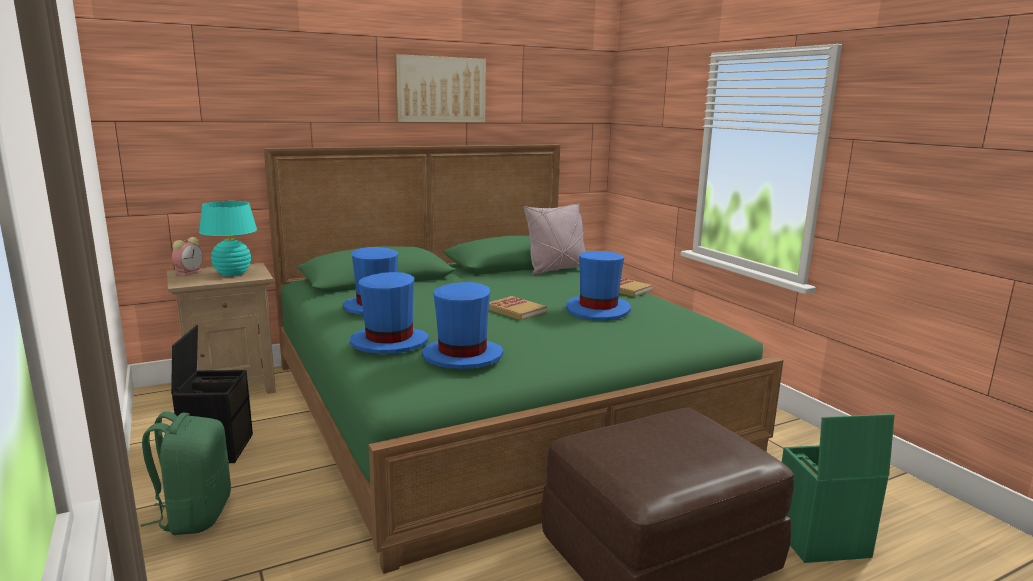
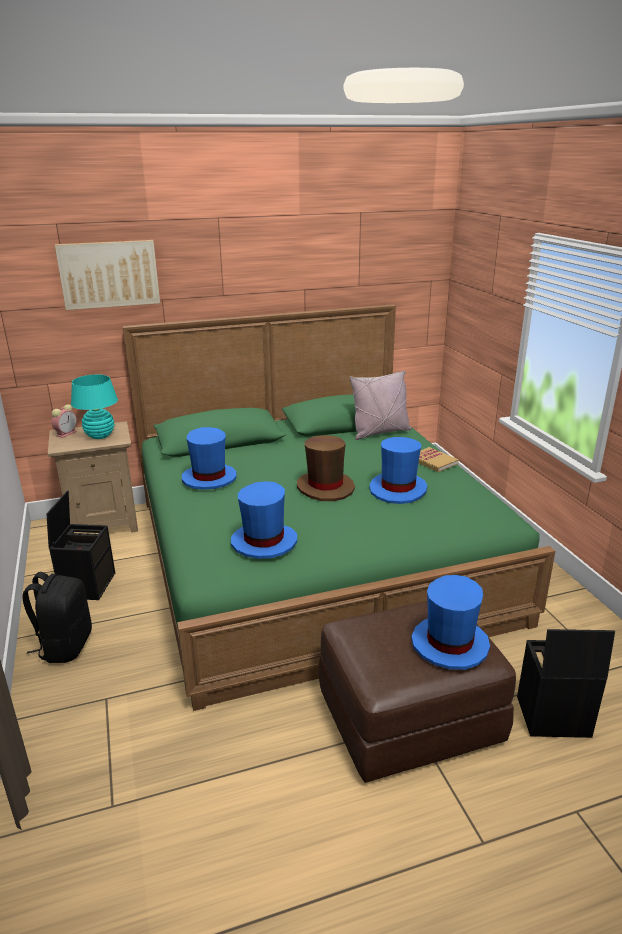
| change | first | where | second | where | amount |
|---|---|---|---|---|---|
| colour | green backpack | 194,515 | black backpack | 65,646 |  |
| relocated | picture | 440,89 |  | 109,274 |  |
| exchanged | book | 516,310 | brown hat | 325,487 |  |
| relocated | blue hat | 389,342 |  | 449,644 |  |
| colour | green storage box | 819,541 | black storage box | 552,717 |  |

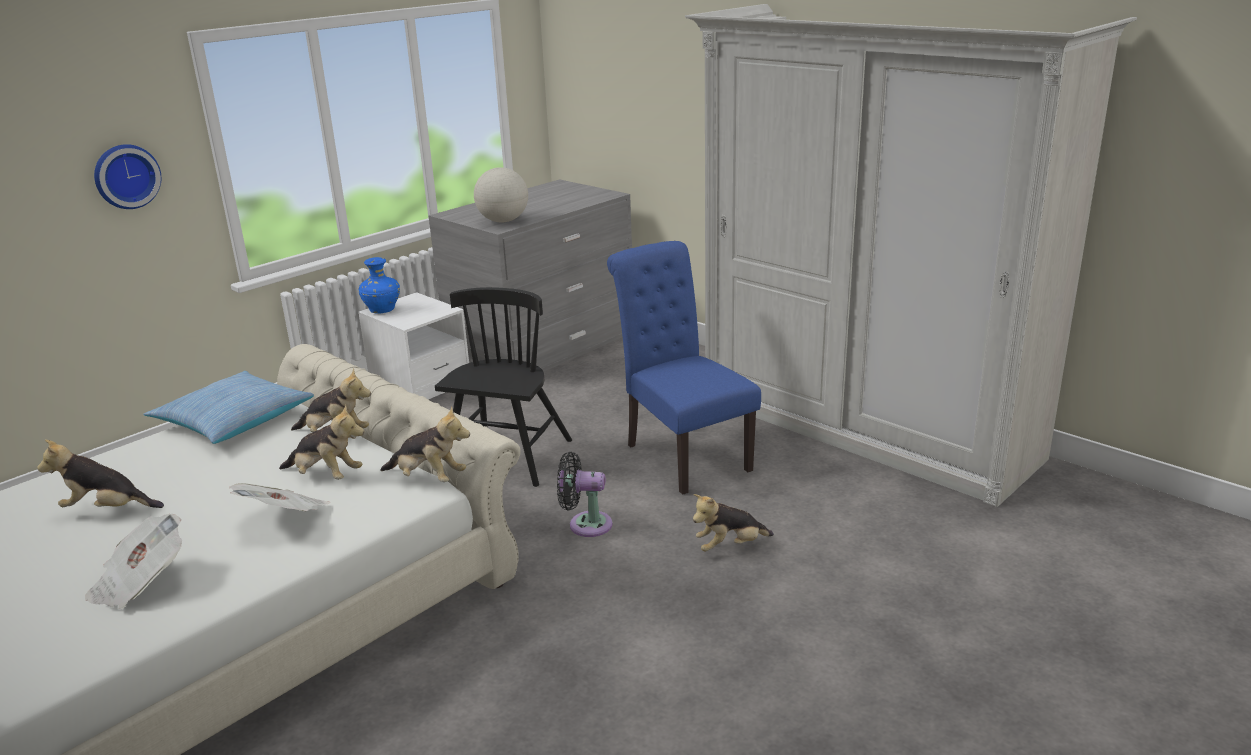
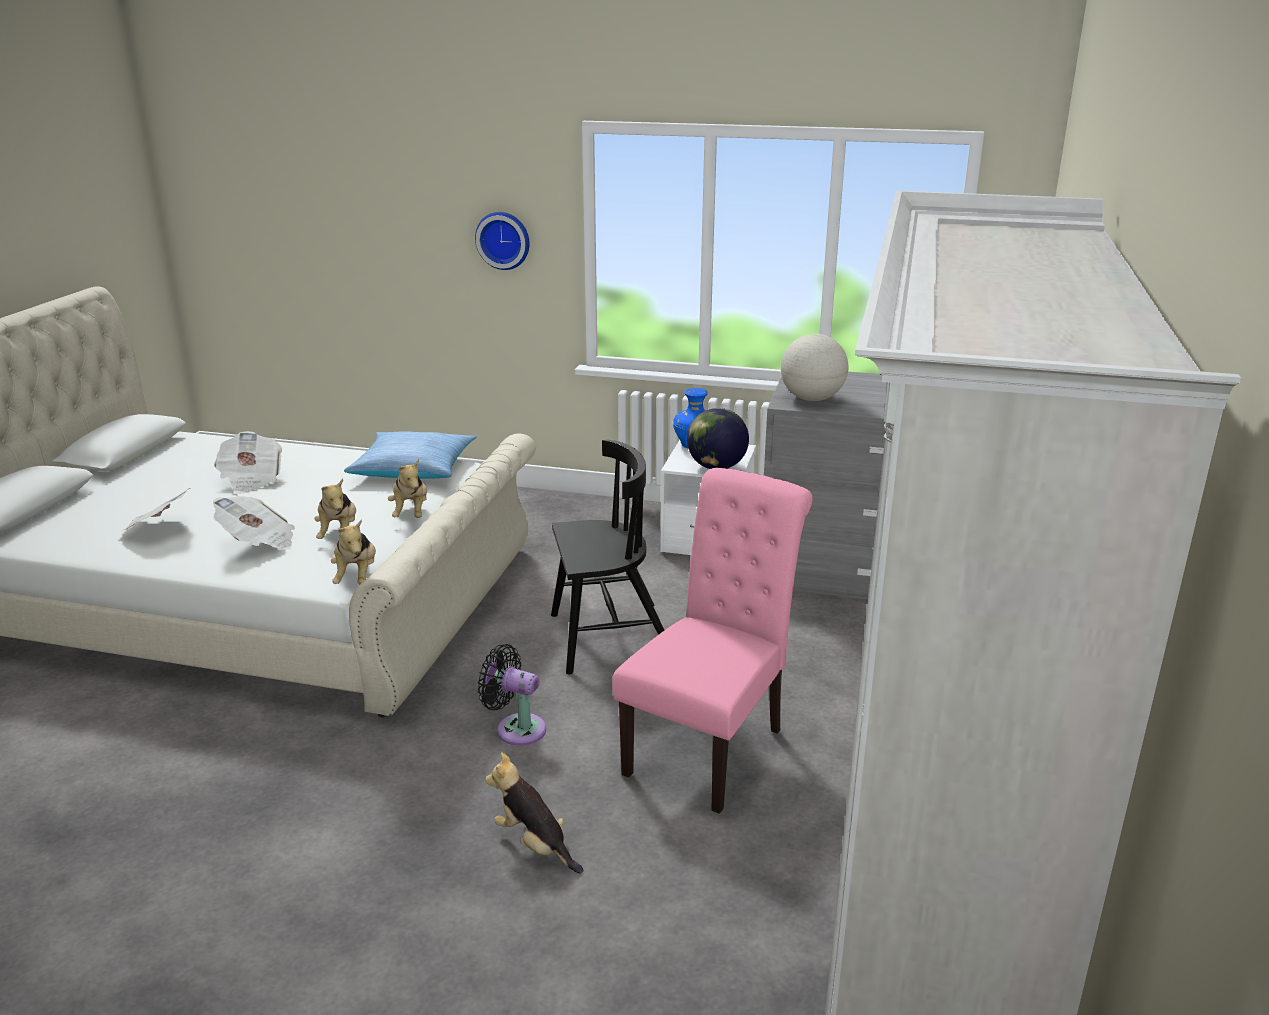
| change | first | where | second | where | amount |
|---|---|---|---|---|---|
| exchanged | plush toy | 107,509 | newspaper | 251,479 |  |
| spun | black fan | 585,524 |  | 516,728 | 45 degrees counterclockwise |
| colour | blue chair | 682,454 | pink chair | 711,746 |  |
| appeared |  |  | globe | 716,467 |  |

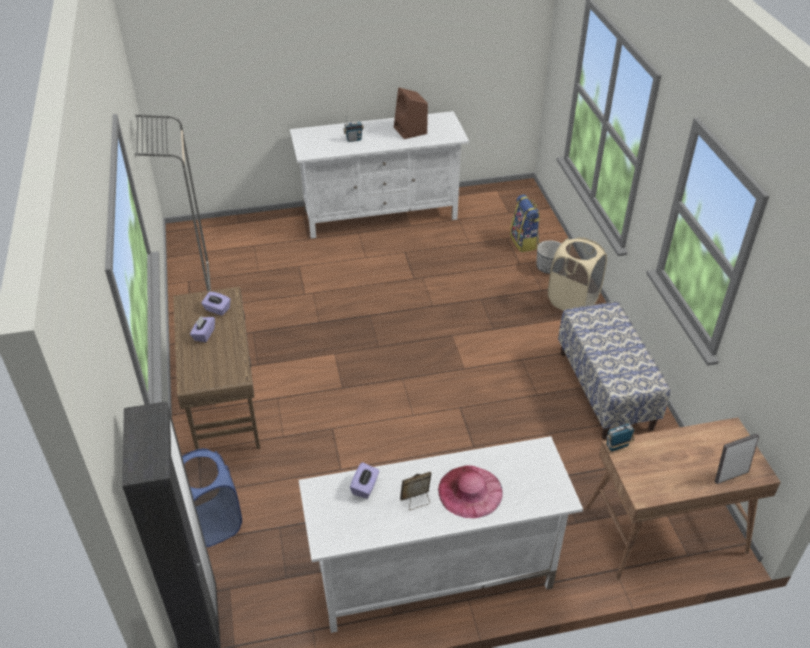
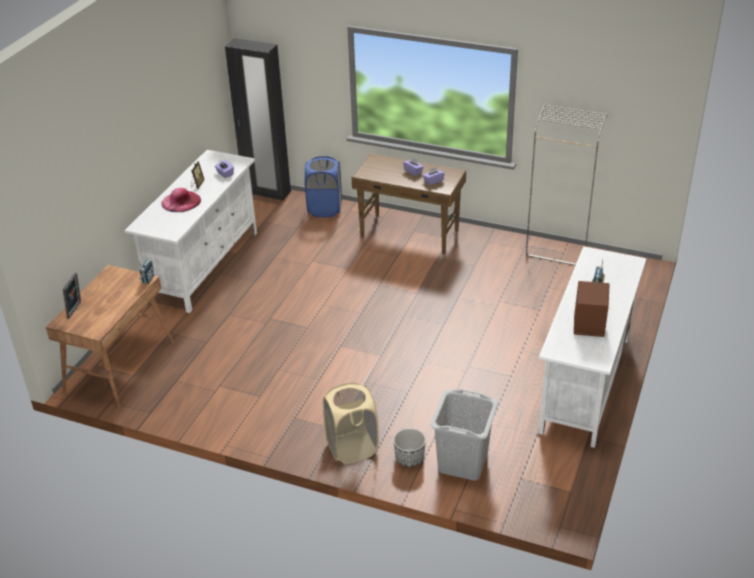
| change | first | where | second | where | amount |
|---|---|---|---|---|---|
| exchanged | backpack | 524,242 | grey laundry basket | 462,463 |  |
| missing | bench | 605,390 |  |  |  |

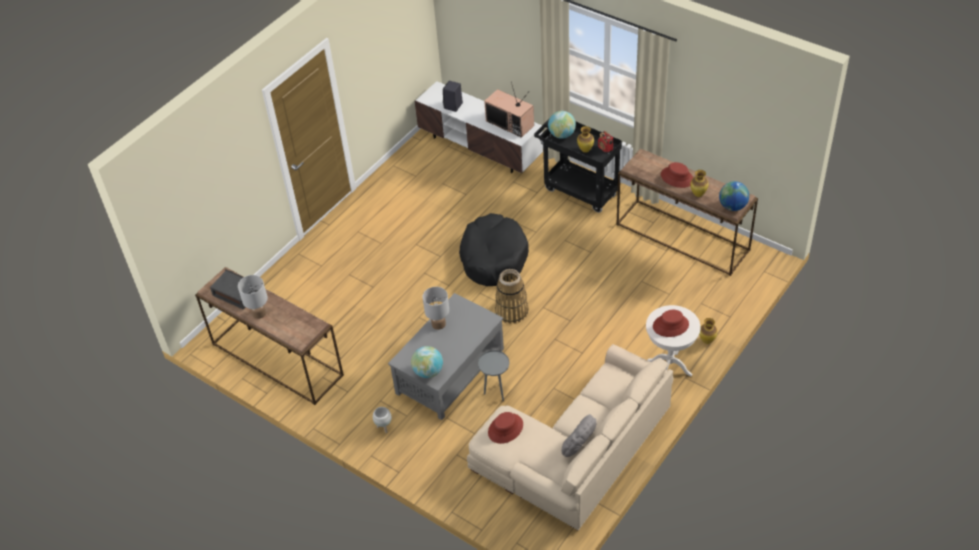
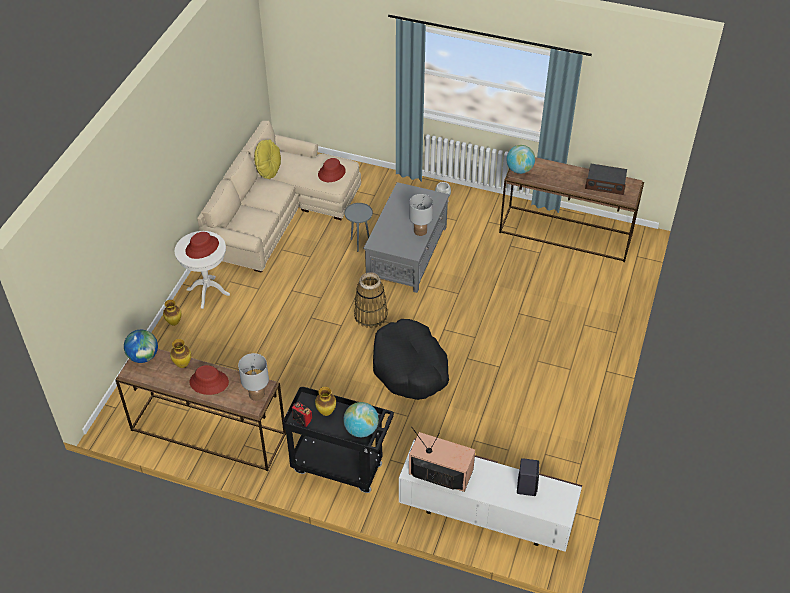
| change | first | where | second | where | amount |
|---|---|---|---|---|---|
| relocated | grey table lamp | 259,313 |  | 256,394 |  |
| colour | grey pillow | 579,448 | yellow pillow | 269,172 |  |
| relocated | globe | 428,371 |  | 519,170 |  |

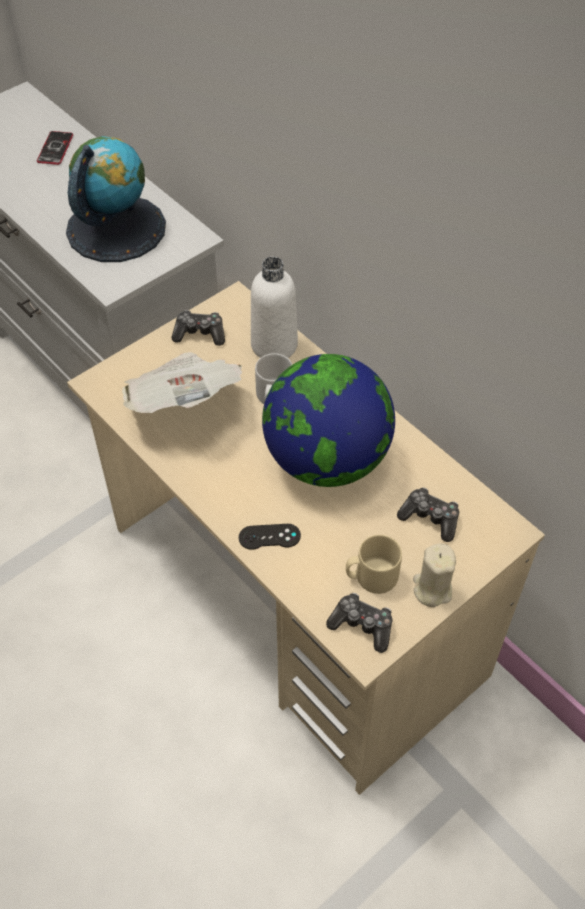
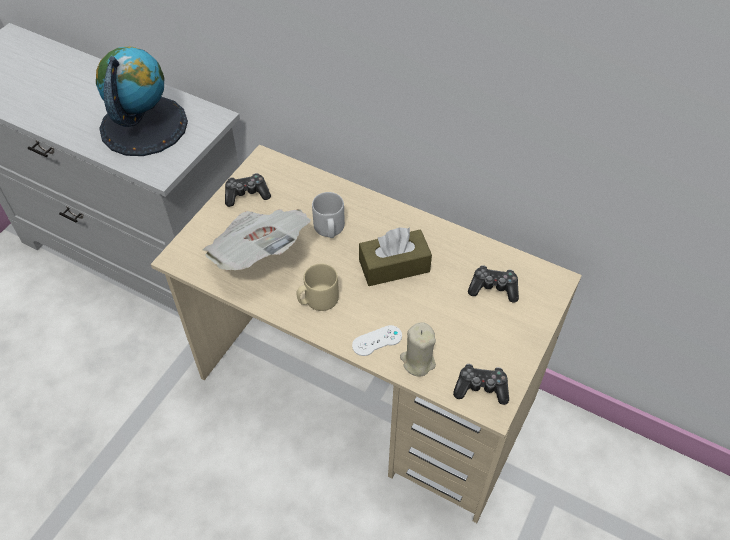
| change | first | where | second | where | amount |
|---|---|---|---|---|---|
| relocated | beige mug | 371,577 |  | 317,300 |  |
| colour | black game controller | 269,537 | white game controller | 377,340 |  |
| exchanged | globe | 326,460 | brown tissue box | 394,266 |  |
| relocated | beige candle | 432,589 |  | 417,361 |  |
| missing | phone | 55,149 |  |  |  |
| missing | white bottle | 274,345 |  |  |  |

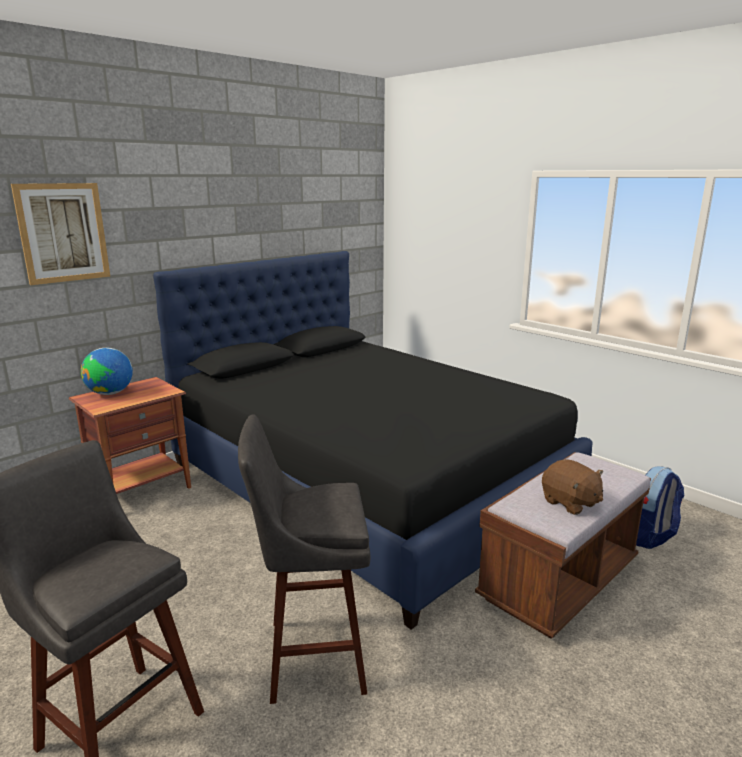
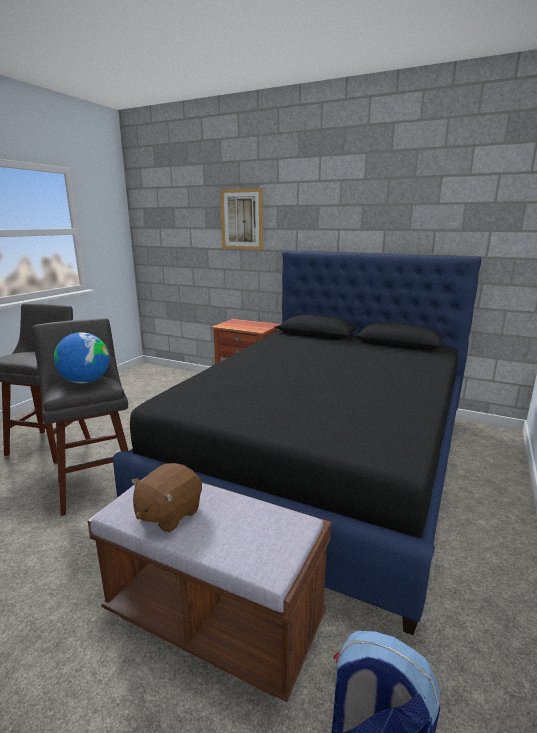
| change | first | where | second | where | amount |
|---|---|---|---|---|---|
| relocated | globe | 110,393 |  | 85,381 |  |

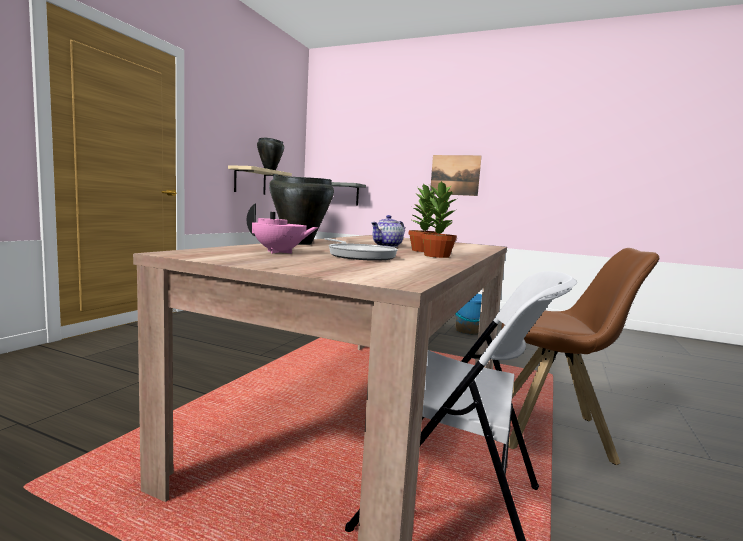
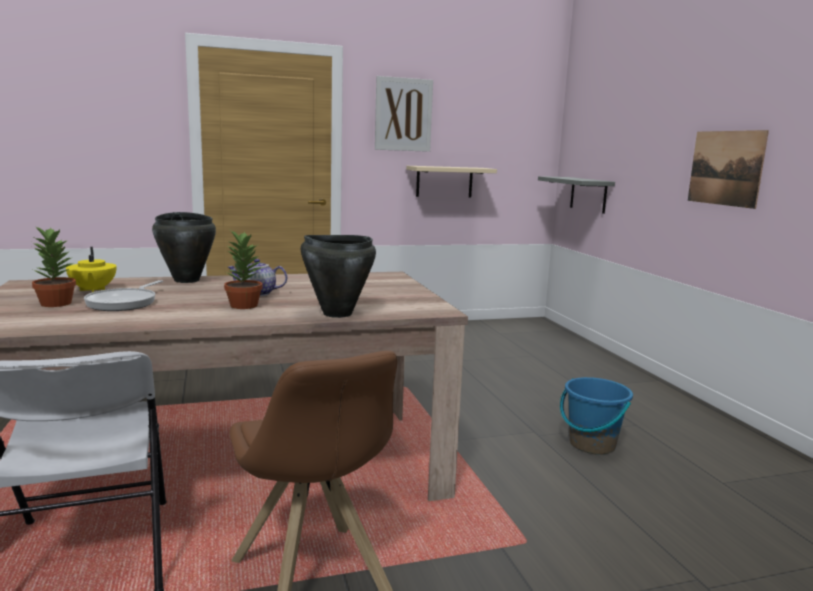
| change | first | where | second | where | amount |
|---|---|---|---|---|---|
| relocated | potted plant | 436,256 |  | 55,303 |  |
| colour | pink teapot | 279,252 | yellow teapot | 92,290 |  |
| relocated | black cooking pot | 269,170 |  | 336,313 |  |
| appeared |  |  | picture | 403,114 |  |

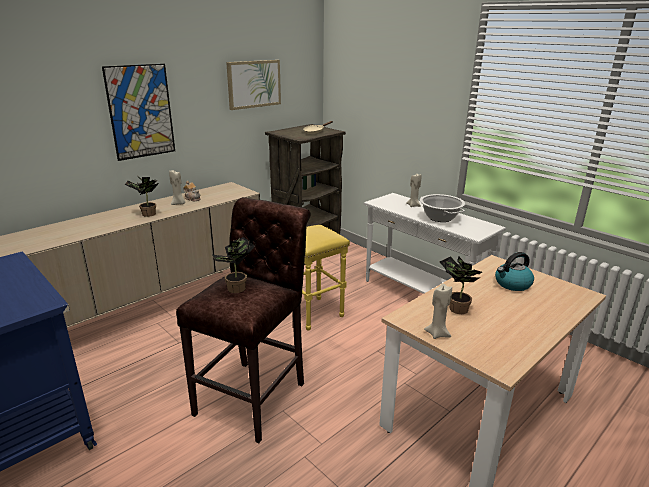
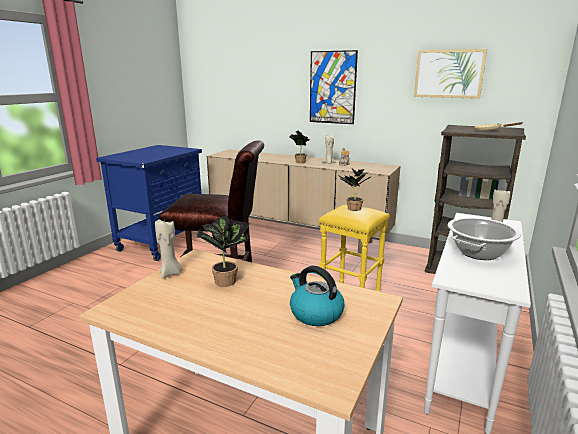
| change | first | where | second | where | amount |
|---|---|---|---|---|---|
| relocated | potted plant | 236,290 |  | 352,209 |  |

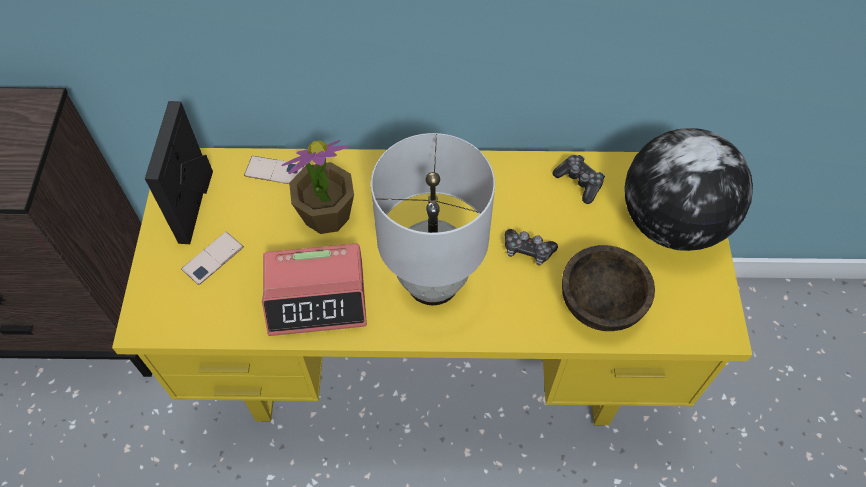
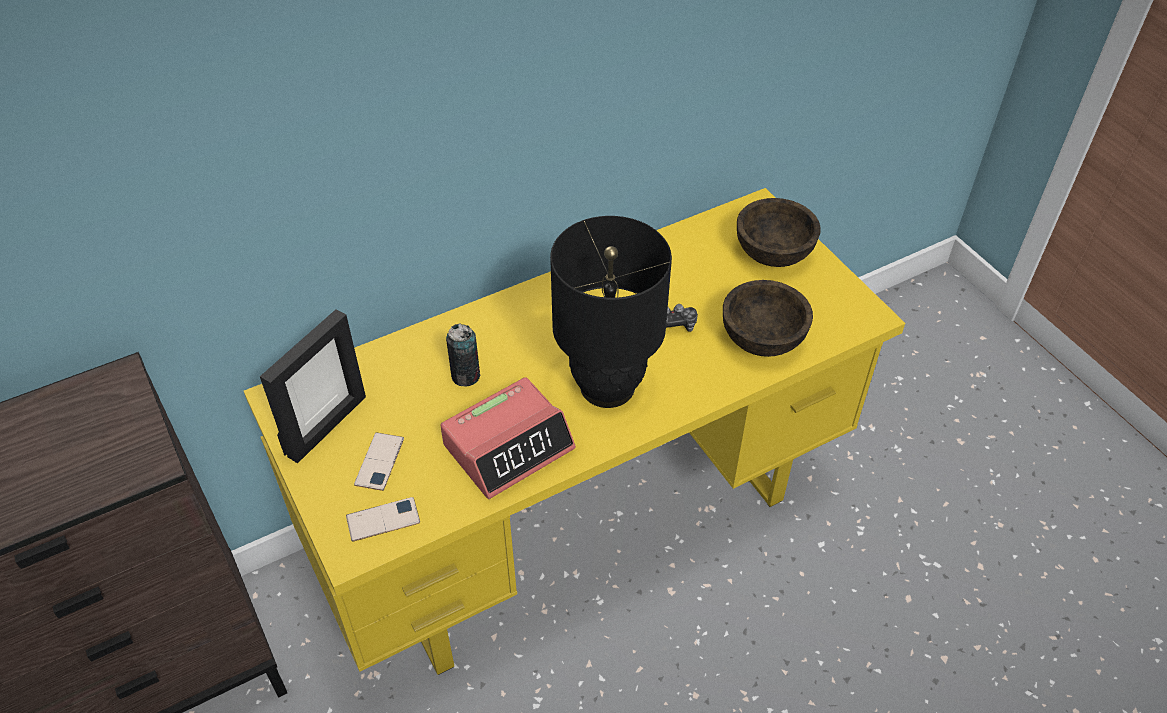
| change | first | where | second | where | amount |
|---|---|---|---|---|---|
| spun | picture frame | 196,206 |  | 326,425 | 120 degrees counterclockwise |
| relocated | phone | 274,171 |  | 383,519 |  |
| exchanged | potted plant | 326,215 | can | 465,376 |  |
| colour | white table lamp | 432,282 | black table lamp | 607,387 |  |
| exchanged | globe | 671,223 | brown bowl | 773,253 |  |
| missing | game controller | 579,182 |  |  |  |

